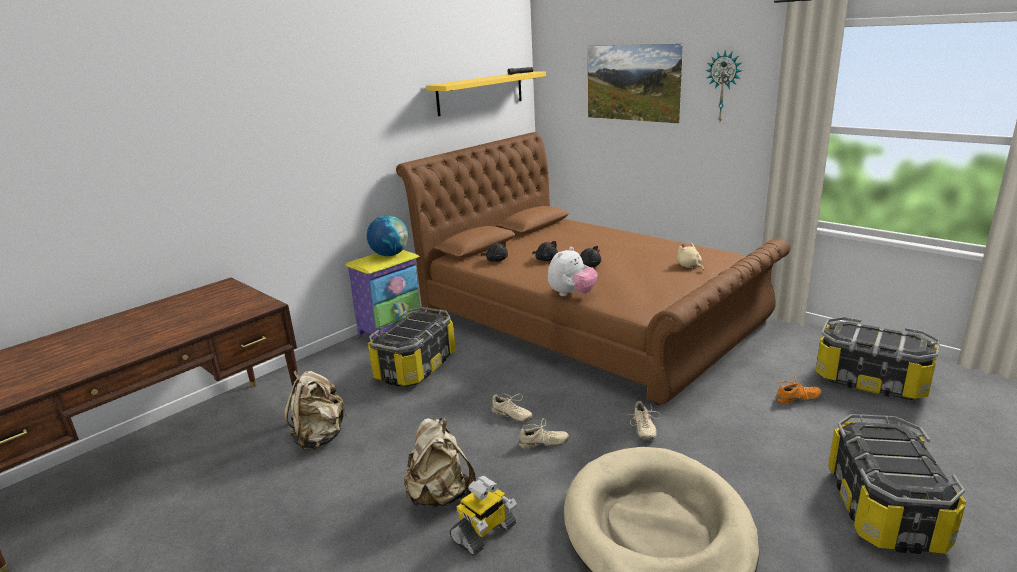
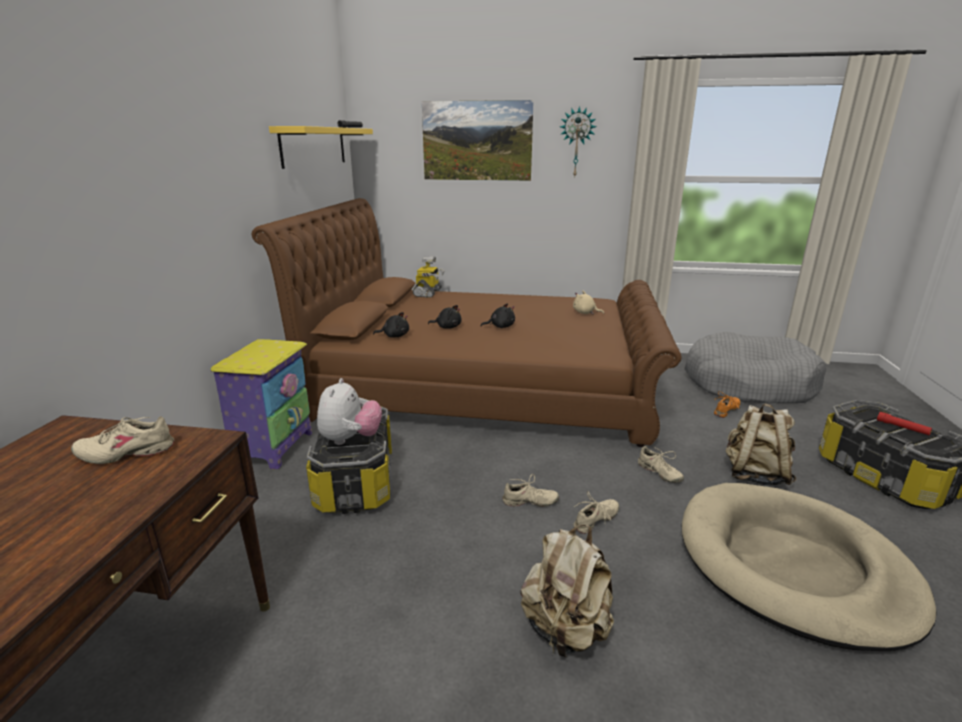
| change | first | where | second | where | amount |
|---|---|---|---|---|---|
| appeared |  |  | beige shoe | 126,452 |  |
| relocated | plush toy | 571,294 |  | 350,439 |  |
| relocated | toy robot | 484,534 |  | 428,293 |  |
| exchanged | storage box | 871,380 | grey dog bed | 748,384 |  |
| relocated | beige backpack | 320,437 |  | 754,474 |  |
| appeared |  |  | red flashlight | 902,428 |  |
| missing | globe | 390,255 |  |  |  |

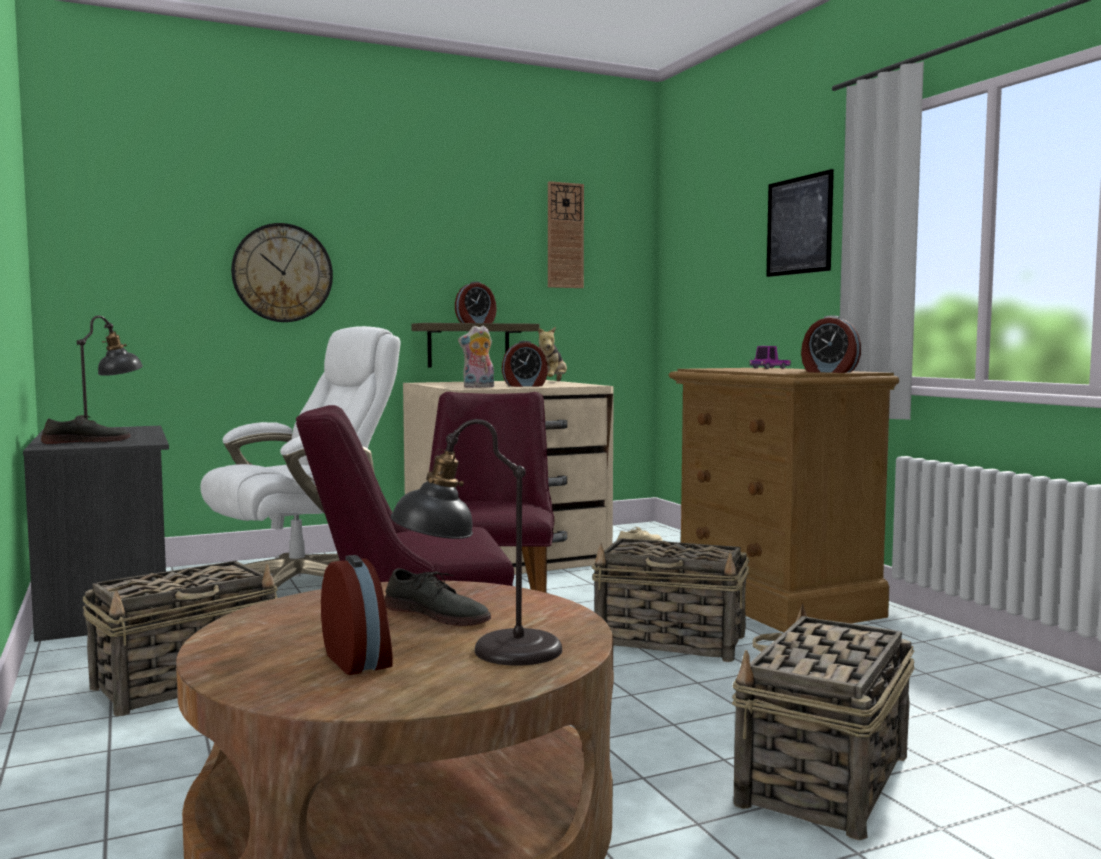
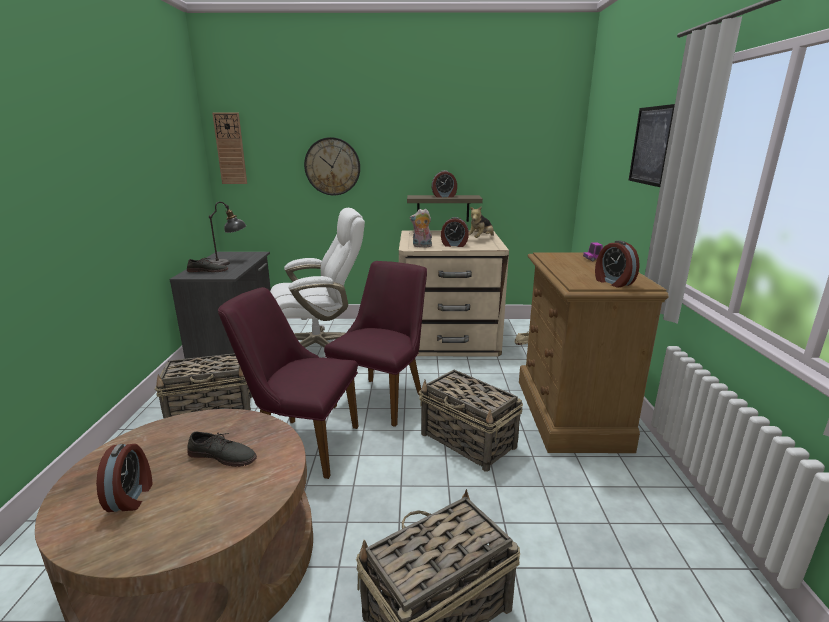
| change | first | where | second | where | amount |
|---|---|---|---|---|---|
| spun | grey shoe | 437,614 |  | 223,455 | 45 degrees counterclockwise |
| relocated | wall clock | 565,235 |  | 230,149 |  |
| missing | grey table lamp | 479,649 |  |  |  |

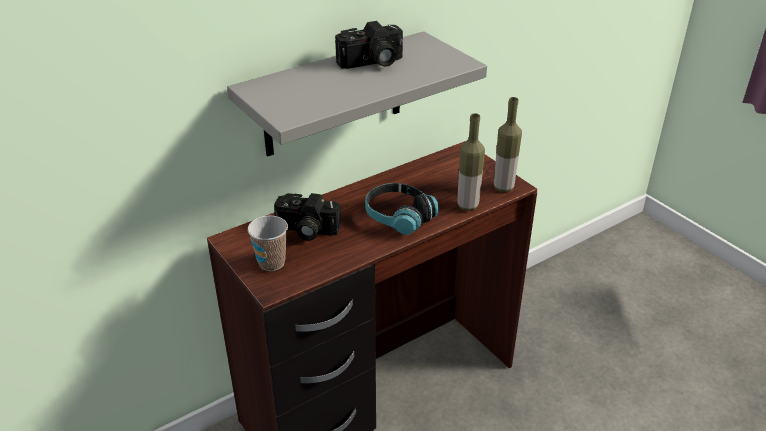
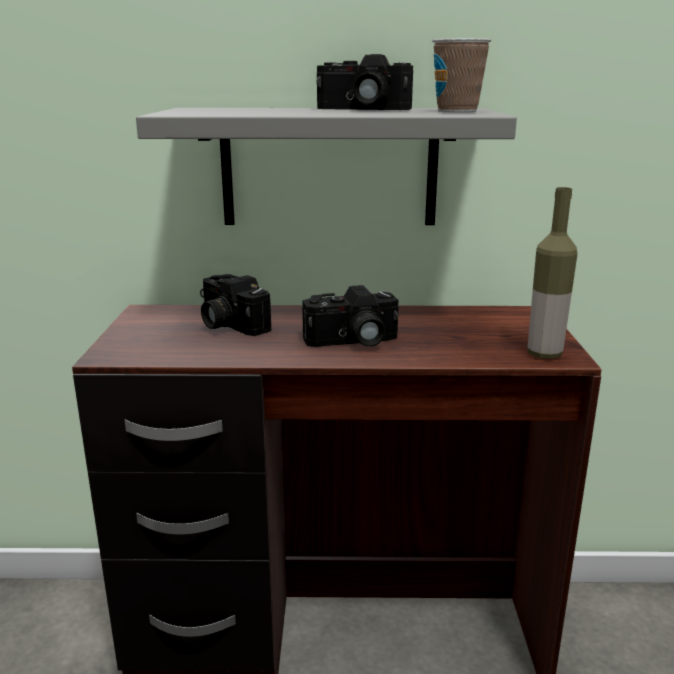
| change | first | where | second | where | amount |
|---|---|---|---|---|---|
| exchanged | headphones | 399,217 | photo camera | 352,342 |  |
| relocated | cup | 271,263 |  | 457,111 |  |
| missing | bottle | 467,206 |  |  |  |

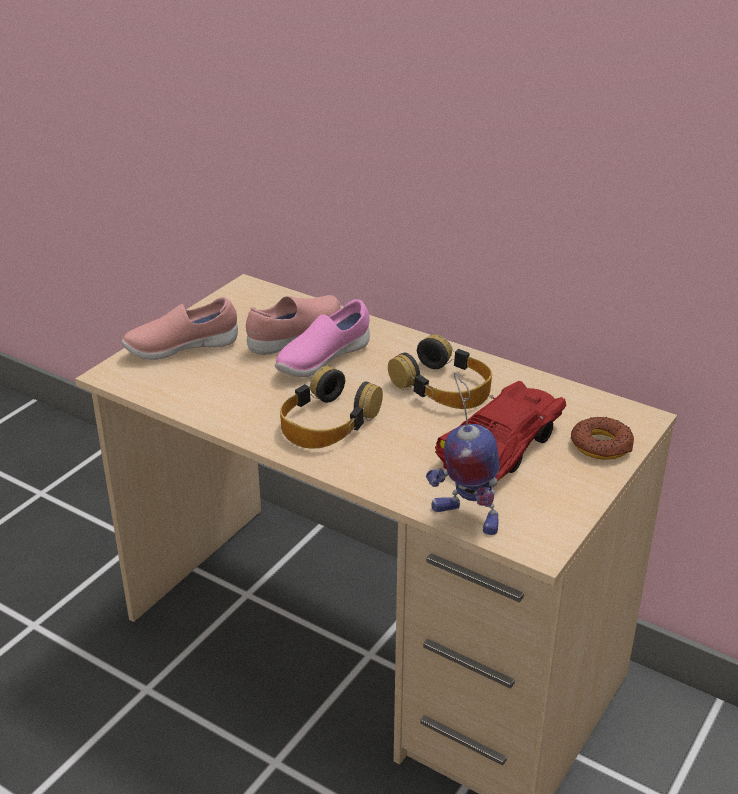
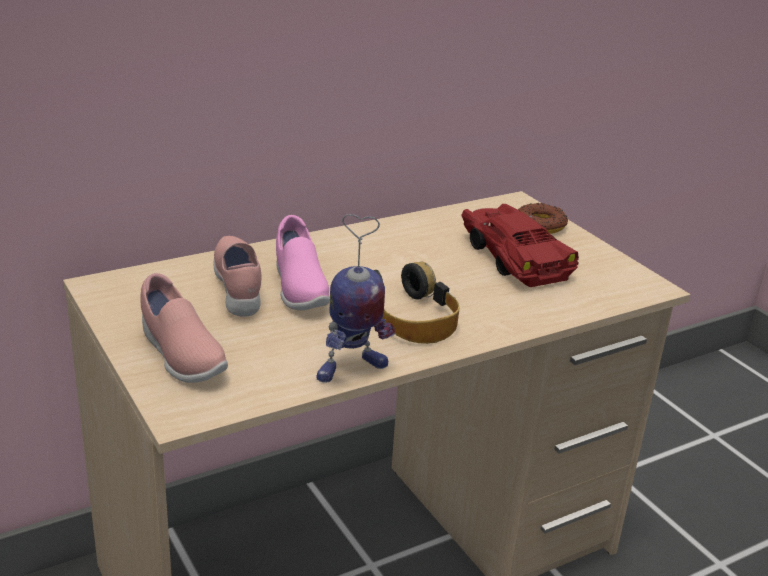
| change | first | where | second | where | amount |
|---|---|---|---|---|---|
| spun | pink shoe | 181,348 |  | 180,356 | 45 degrees counterclockwise |
| relocated | toy robot | 465,517 |  | 350,369 |  |
| missing | headphones | 443,387 |  |  |  |

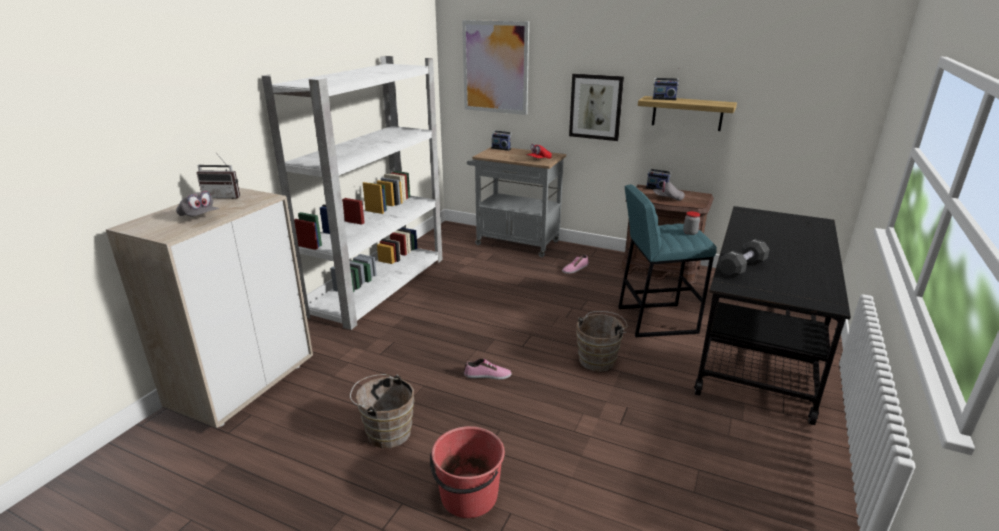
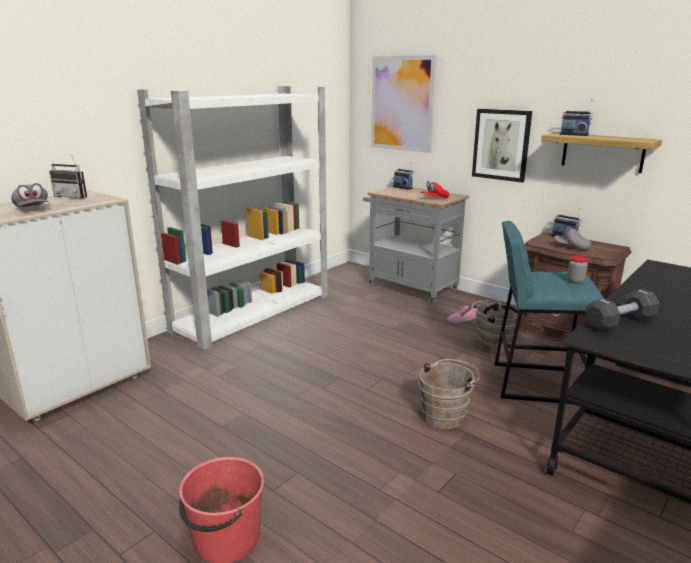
| change | first | where | second | where | amount |
|---|---|---|---|---|---|
| relocated | brown bucket | 386,432 |  | 492,344 |  |
| missing | shoe | 487,375 |  |  |  |

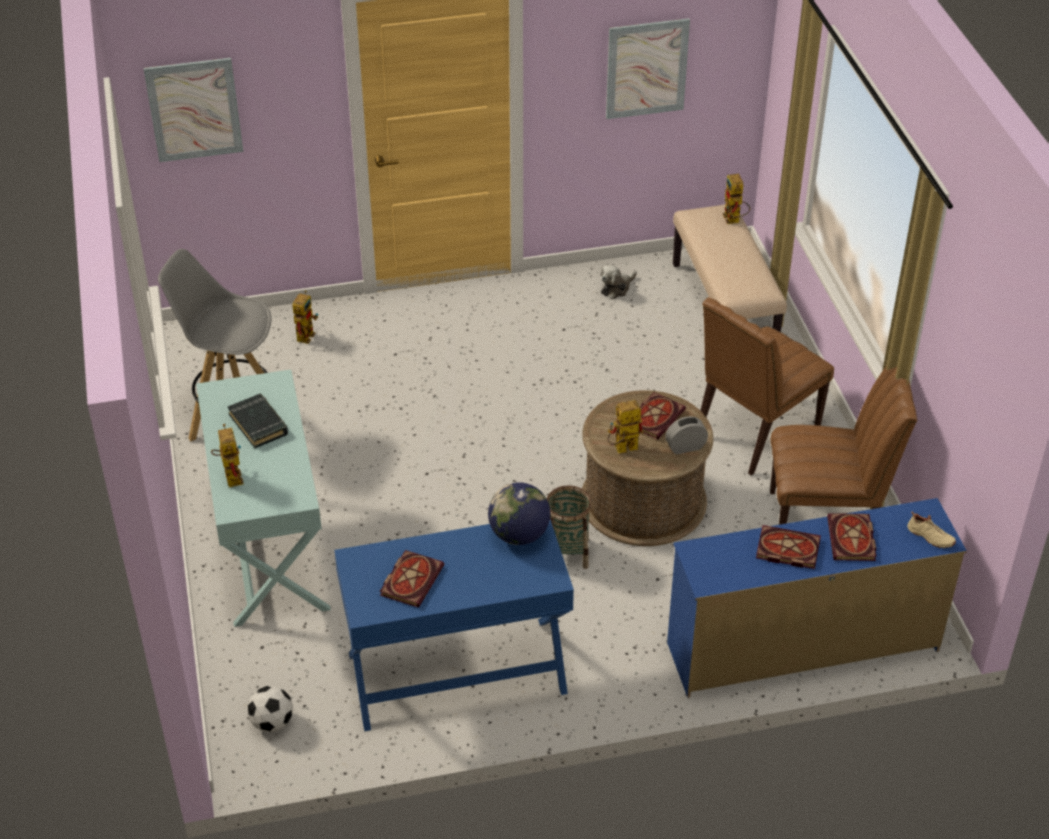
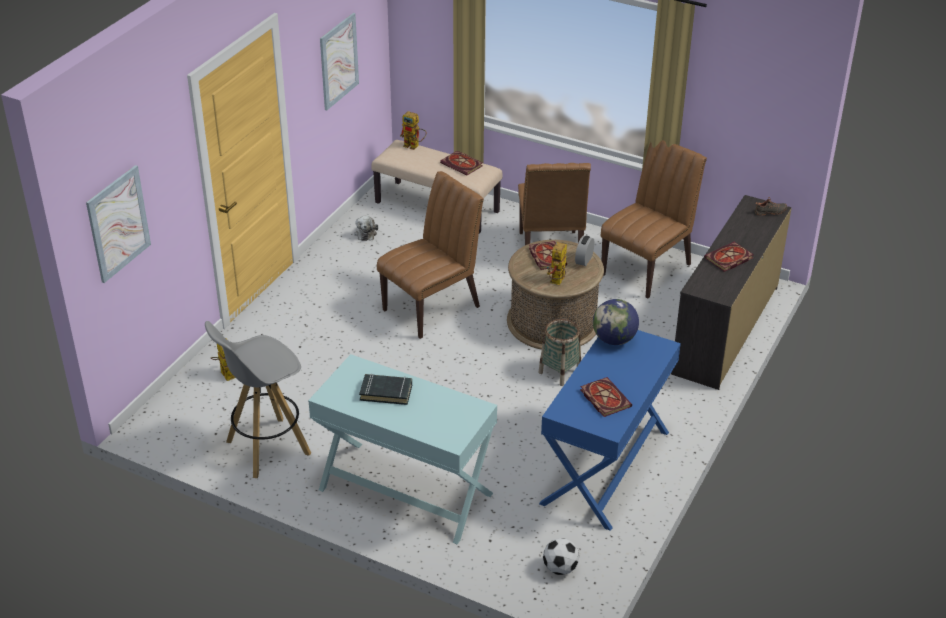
| change | first | where | second | where | amount |
|---|---|---|---|---|---|
| appeared |  |  | brown chair | 431,309 |  |
| relocated | book | 852,540 |  | 463,165 |  |
| colour | blue dresser | 802,645 | black dresser | 725,329 |  |
| colour | beige shoe | 930,537 | black shoe | 770,212 |  |
| missing | toy robot | 230,475 |  |  |  |

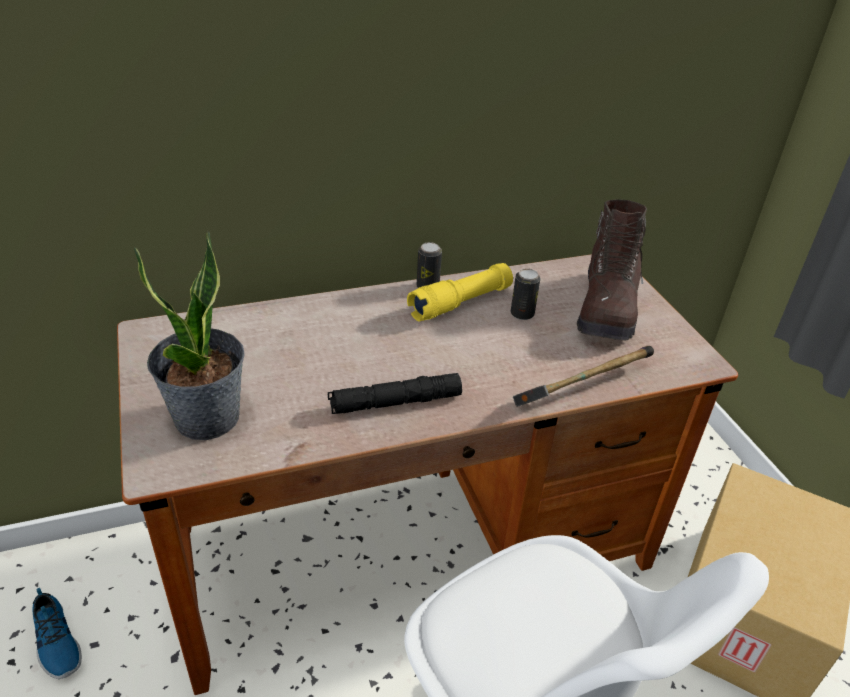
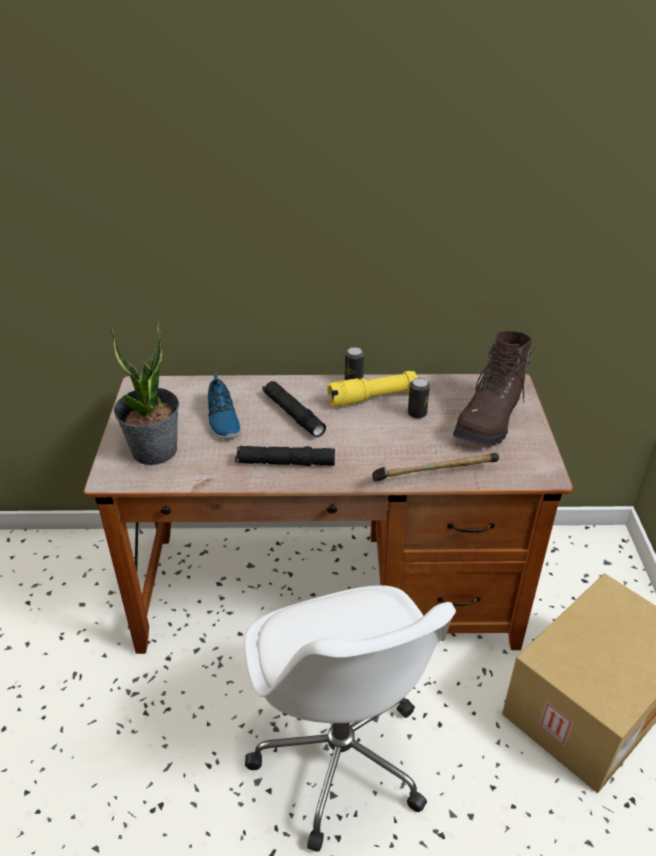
| change | first | where | second | where | amount |
|---|---|---|---|---|---|
| relocated | shoe | 55,642 |  | 222,419 |  |
| appeared |  |  | black flashlight | 293,414 |  |

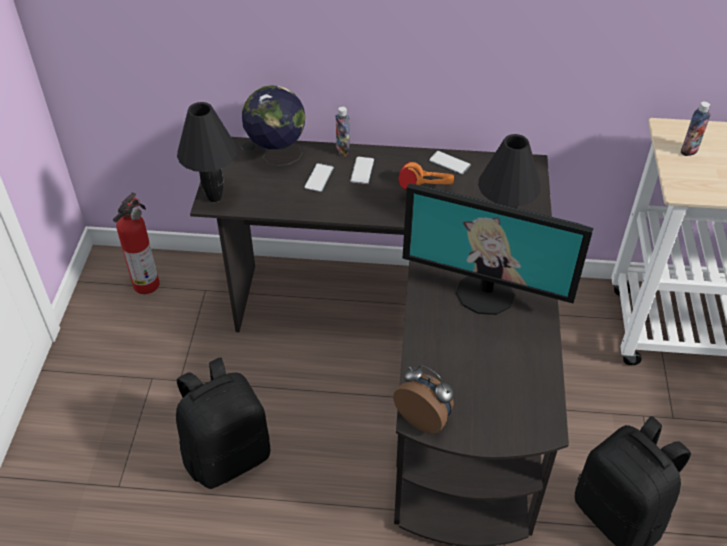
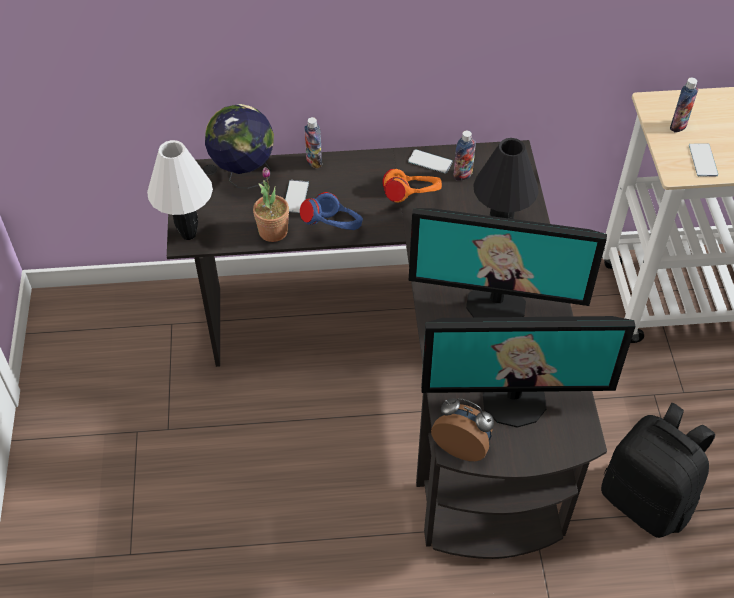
| change | first | where | second | where | amount |
|---|---|---|---|---|---|
| colour | black table lamp | 214,197 | white table lamp | 188,234 |  |
| appeared |  |  | potted plant | 273,231 |  |
| appeared |  |  | blue headphones | 334,228 |  |
| appeared |  |  | monitor | 514,400 |  |
| appeared |  |  | bottle | 462,175 |  |
| relocated | phone | 362,170 |  | 703,160 |  |
| missing | fire extinguisher | 147,283 |  |  |  |
| missing | black backpack | 228,455 |  |  |  |

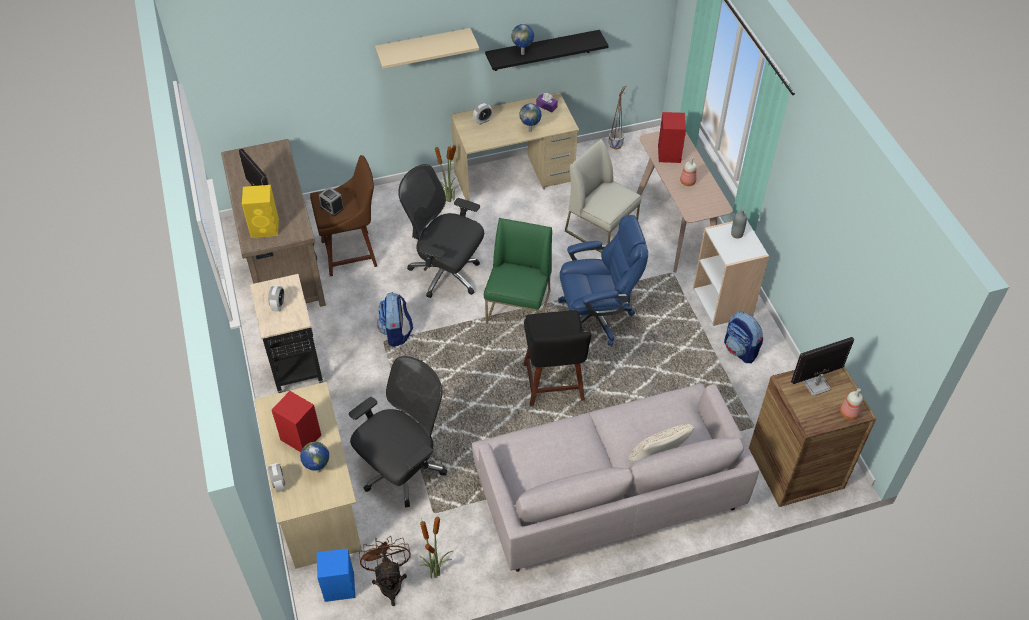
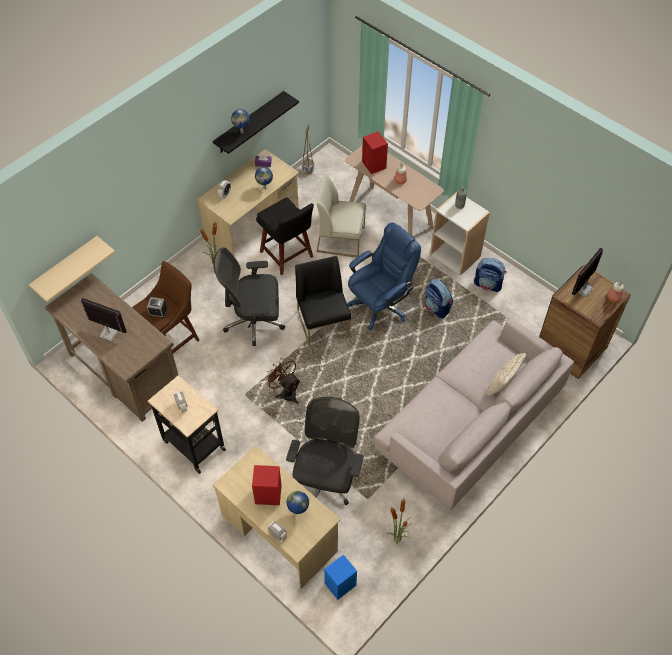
| change | first | where | second | where | amount |
|---|---|---|---|---|---|
| relocated | beige shelf | 423,47 |  | 66,266 |  |
| relocated | black stool | 553,385 |  | 287,256 |  |
| relocated | brown fan | 389,582 |  | 286,392 |  |
| colour | green chair | 518,308 | black chair | 323,324 |  |
| relocated | backpack | 396,333 |  | 437,308 |  |
| missing | yellow speaker | 265,228 |  |  |  |

